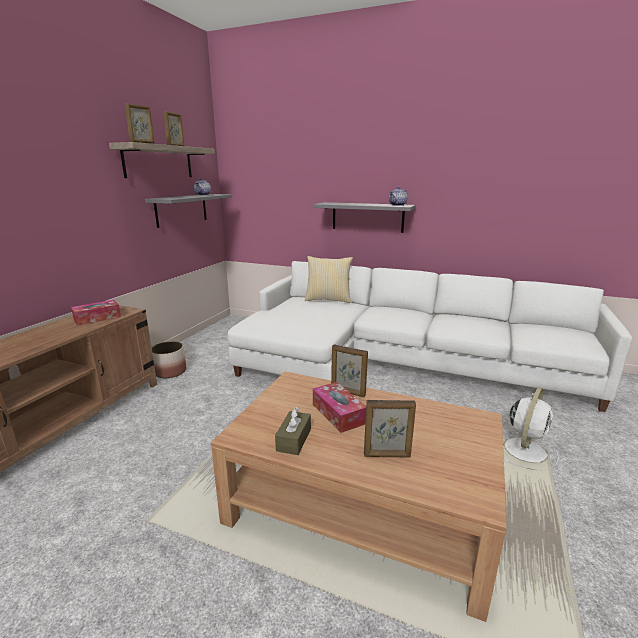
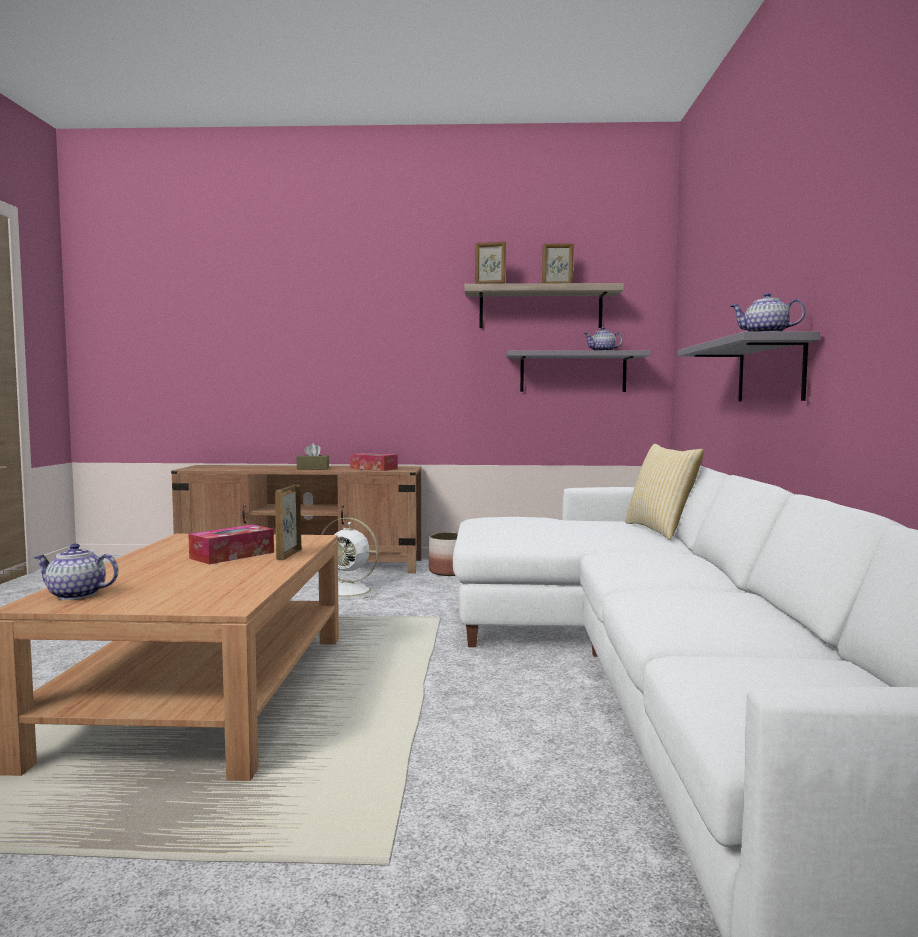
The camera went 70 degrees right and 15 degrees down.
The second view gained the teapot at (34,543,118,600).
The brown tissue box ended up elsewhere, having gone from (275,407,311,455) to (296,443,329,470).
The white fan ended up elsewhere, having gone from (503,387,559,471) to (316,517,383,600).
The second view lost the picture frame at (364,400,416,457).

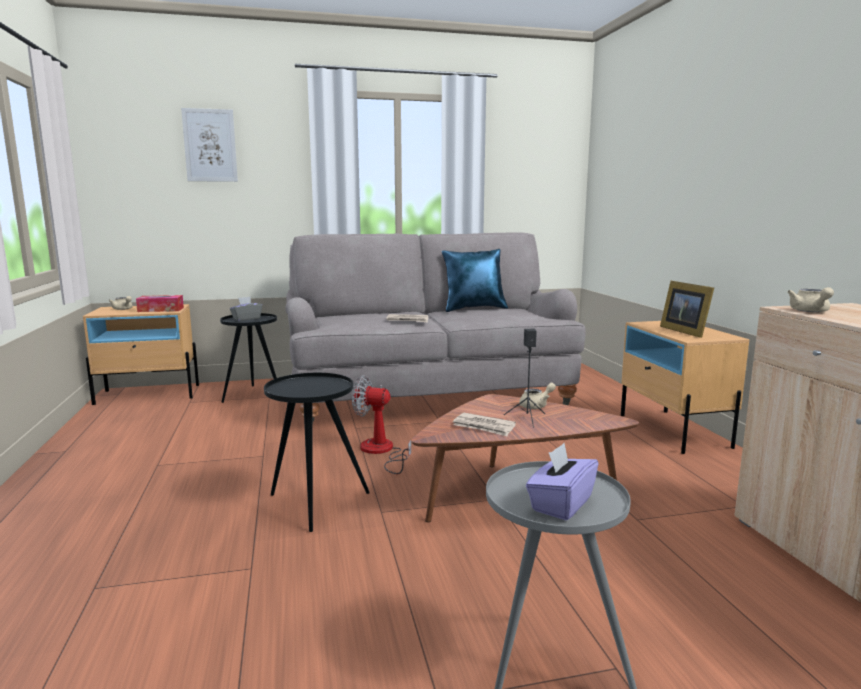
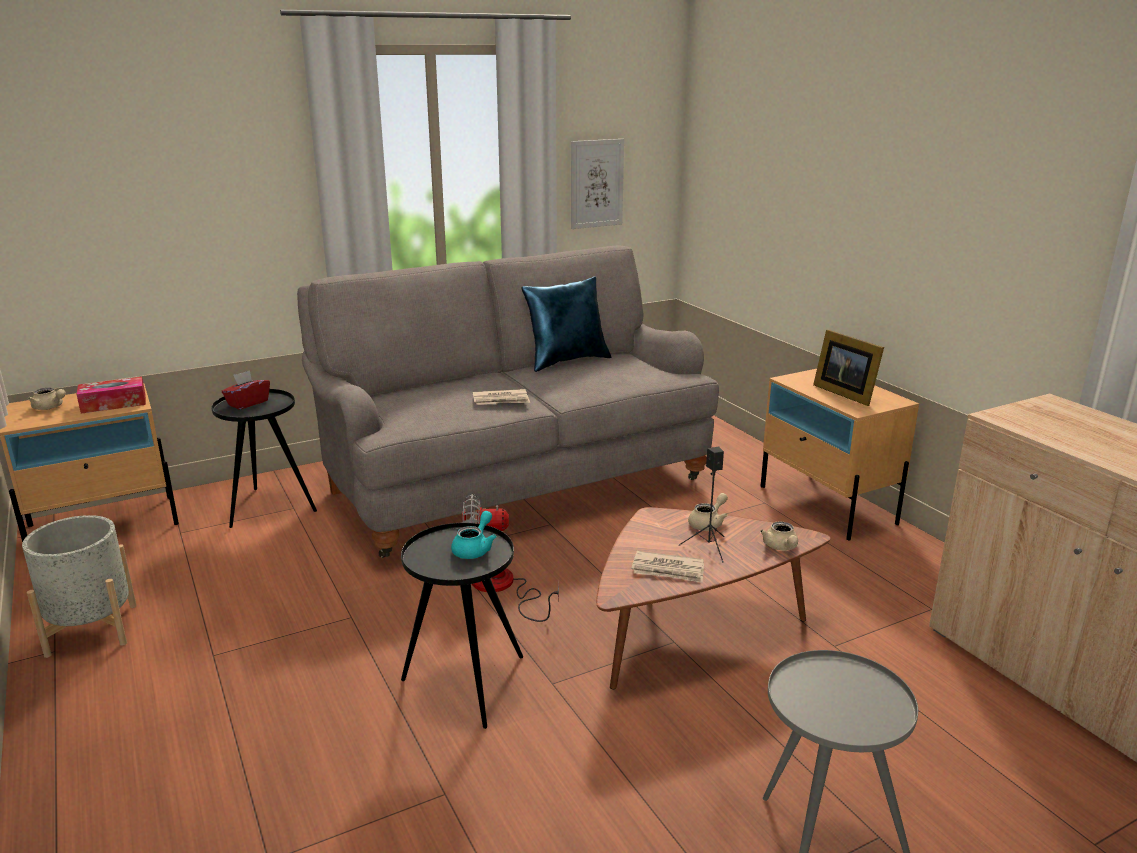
The camera went 15 degrees left and 10 degrees up.
The second view gained the grey planter at (22,515,137,658).
What was the grey tissue box at (230,297,262,321) turned into the red tissue box at (222,370,270,410).
The second view gained the turquoise teapot at (451,511,496,559).
The picture ended up elsewhere, having gone from (181,108,238,182) to (571,139,624,229).
The beige teapot ended up elsewhere, having gone from (787,287,834,312) to (760,521,798,550).
The second view lost the purple tissue box at (526,443,598,520).

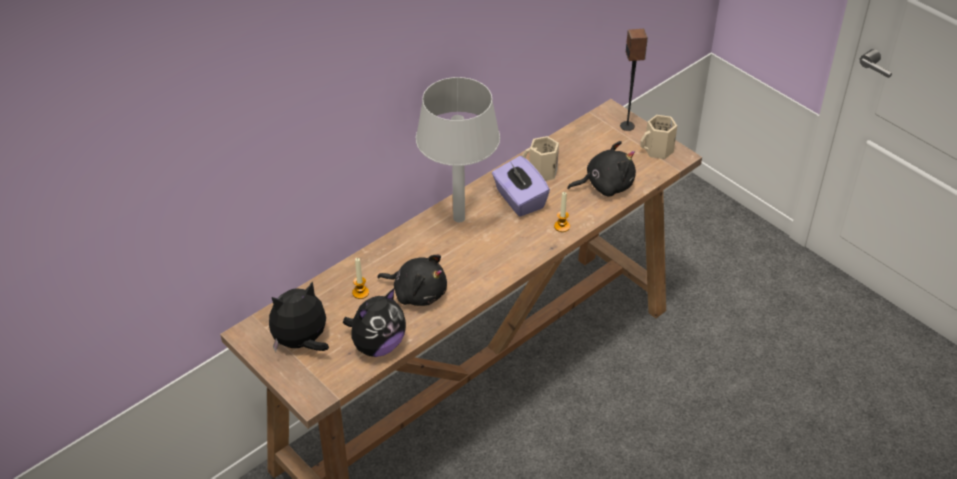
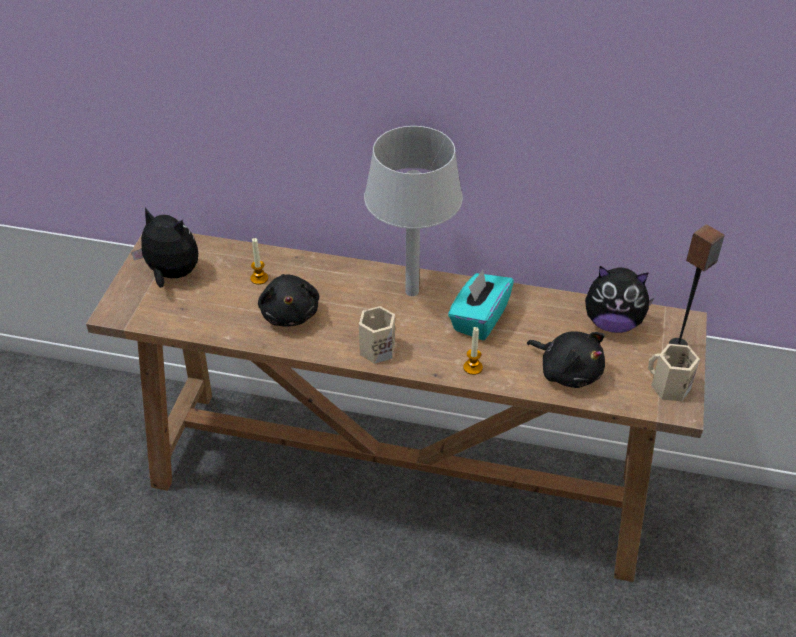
The camera went 55 degrees right and 0 degrees up.
The beige mug ended up elsewhere, having gone from (522,136,559,181) to (359,306,395,364).
What was the purple tissue box at (492,156,550,217) turned into the turquoise tissue box at (448,270,514,340).
The plush toy ended up elsewhere, having gone from (343,288,406,357) to (585,266,654,333).

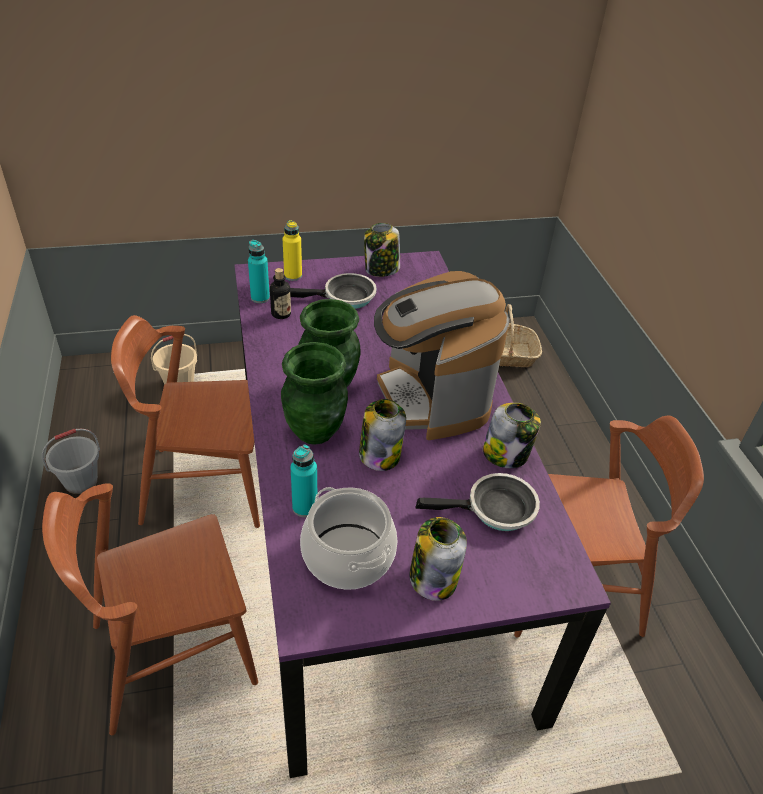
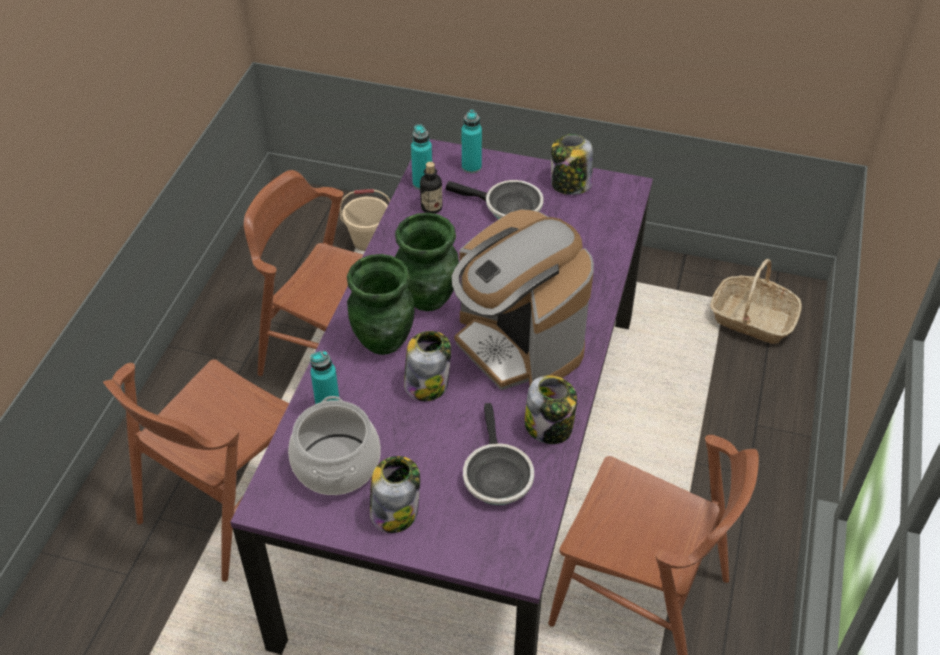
The camera went 30 degrees right and 5 degrees up.
The brown chair at (42,483,258,735) ended up facing another way, 60 degrees counterclockwise from before.
The coffee machine at (374,271,509,440) ended up facing another way, 45 degrees counterclockwise from before.
What was the yellow bottle at (283,220,302,281) turned into the turquoise bottle at (462,110,482,173).
The frying pan at (415,473,540,531) ended up facing another way, 60 degrees clockwise from before.
The second view lost the grey bucket at (42,429,100,494).

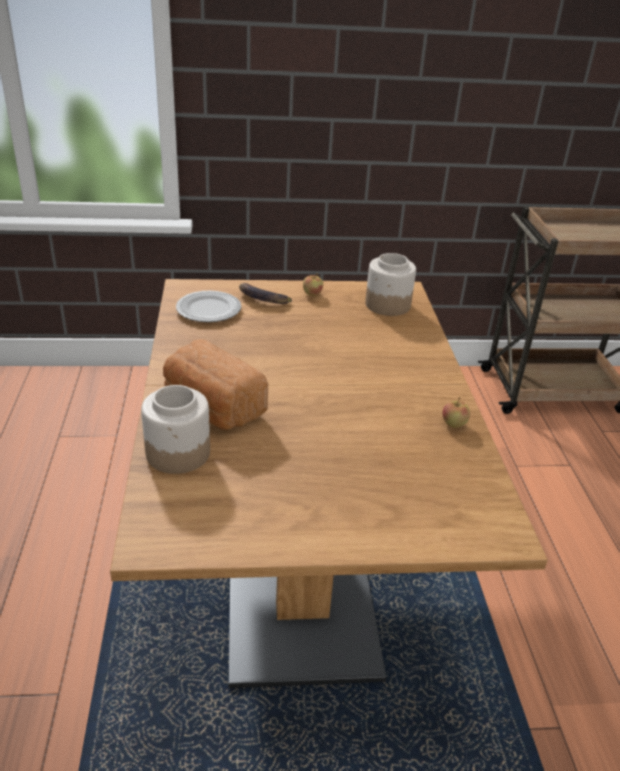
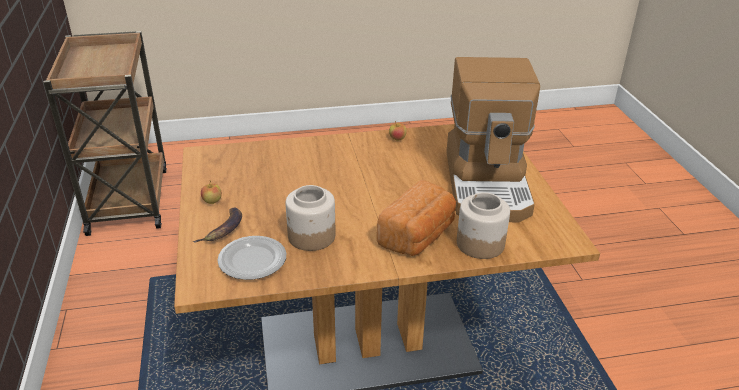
The camera went 95 degrees left and 0 degrees up.
The jar ended up elsewhere, having gone from (365,253,416,316) to (285,185,336,251).
The second view gained the coffee machine at (446,57,540,222).

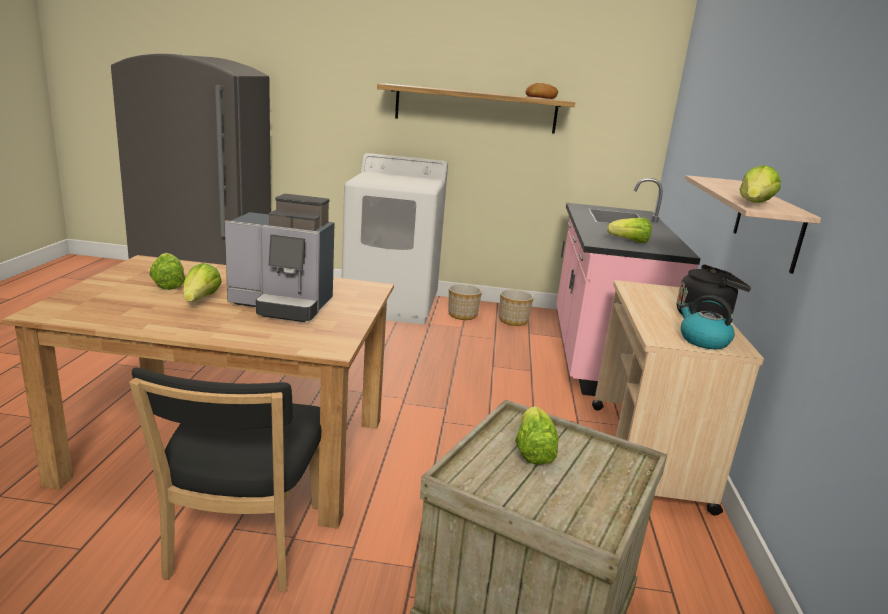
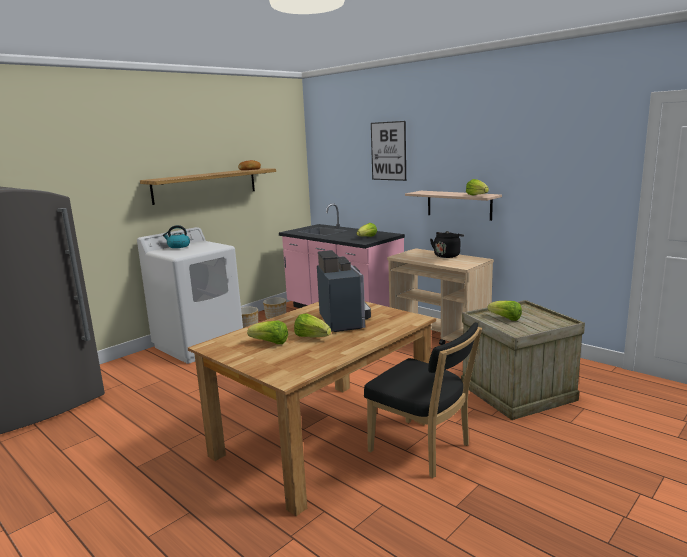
The camera went 50 degrees left and 5 degrees down.
The kettle ended up elsewhere, having gone from (679,295,734,349) to (163,225,190,248).
The coffee machine at (225,194,335,322) ended up facing another way, 60 degrees counterclockwise from before.
The second view gained the picture at (371,121,406,181).

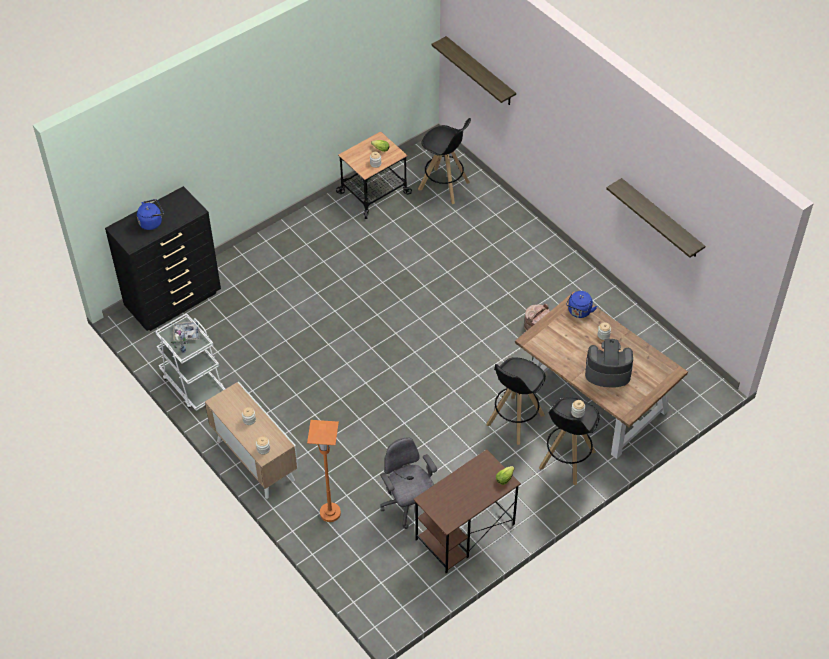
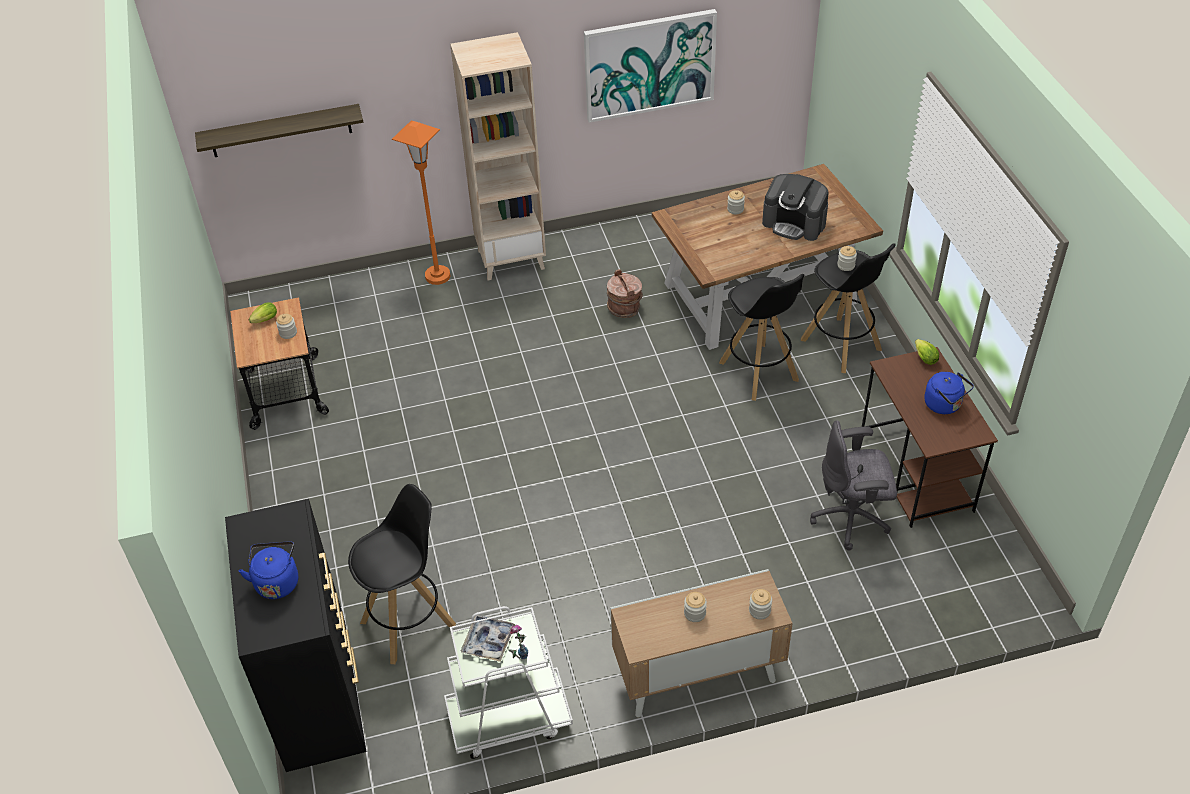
The camera went 65 degrees left and 5 degrees down.
The black stool ended up elsewhere, having gone from (418,118,471,204) to (348,484,456,664).
The orange floor lamp ended up elsewhere, having gone from (307,420,341,522) to (392,121,450,285).
The second view gained the beige bookcase at (450,32,546,280).
Where the shelf hung at (606,178,705,258), the picture came to hang at (584,9,717,123).
The coffee machine at (585,339,633,388) ended up facing another way, 90 degrees counterclockwise from before.
The blue kettle ended up elsewhere, having gone from (566,291,597,318) to (924,372,974,414).

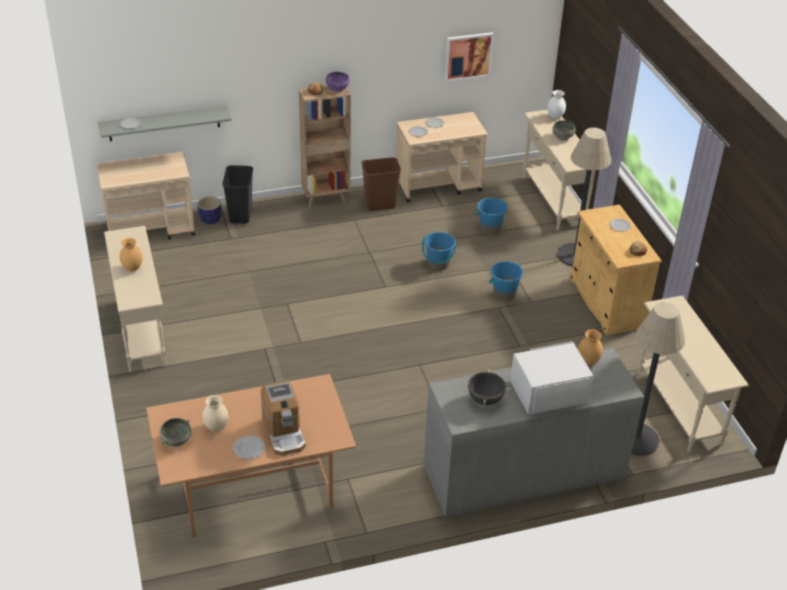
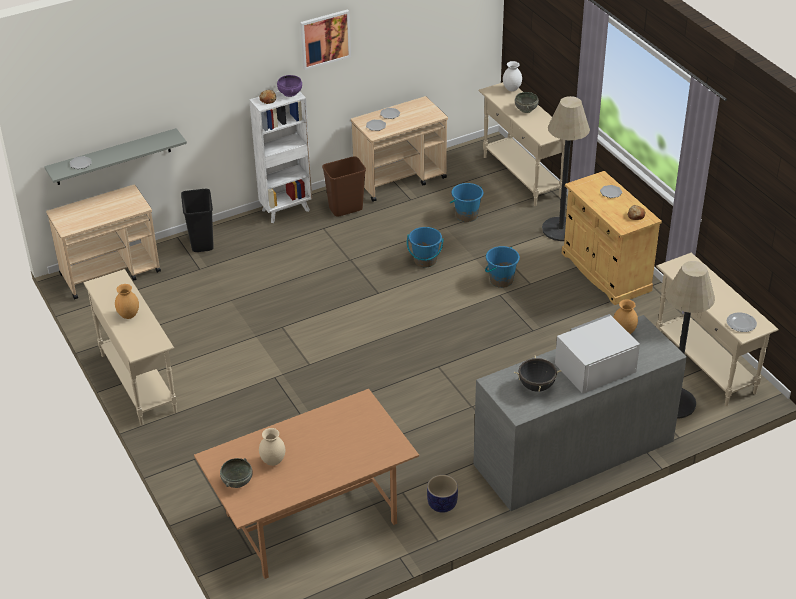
The camera went 10 degrees left and 0 degrees up.
What was the brown bookcase at (299,85,351,208) turned into the white bookcase at (249,91,312,223).
The picture ended up elsewhere, having gone from (445,32,494,82) to (300,9,351,70).
The planter ended up elsewhere, having gone from (197,196,222,224) to (427,475,458,513).
The plate ended up elsewhere, having gone from (233,435,265,459) to (727,312,757,332).
The second view lost the coffee machine at (261,380,306,456).

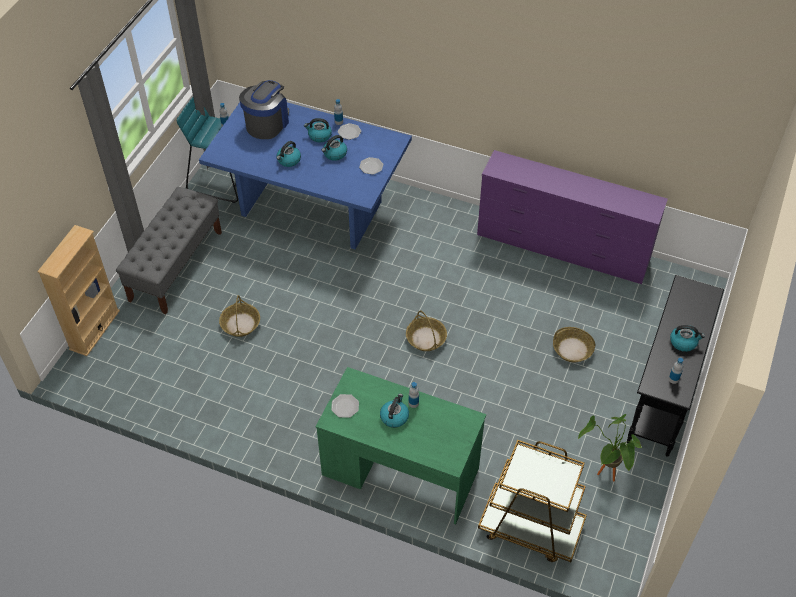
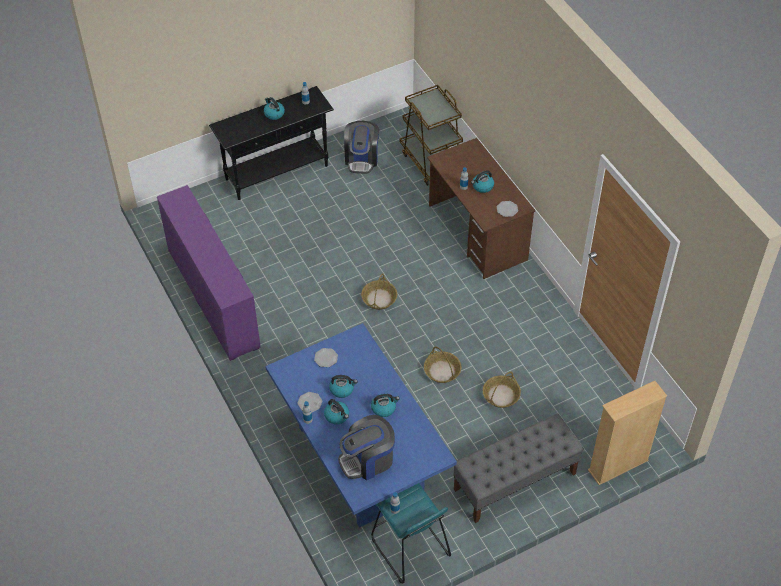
The camera went 140 degrees left and 0 degrees up.
Where the potted plant stood at (578,414,642,481), the coffee machine came to stand at (344,121,379,174).
The basket ended up elsewhere, having gone from (553,327,595,363) to (424,347,461,383).
What was the green desk at (315,367,486,524) turned into the brown desk at (427,138,535,279).

